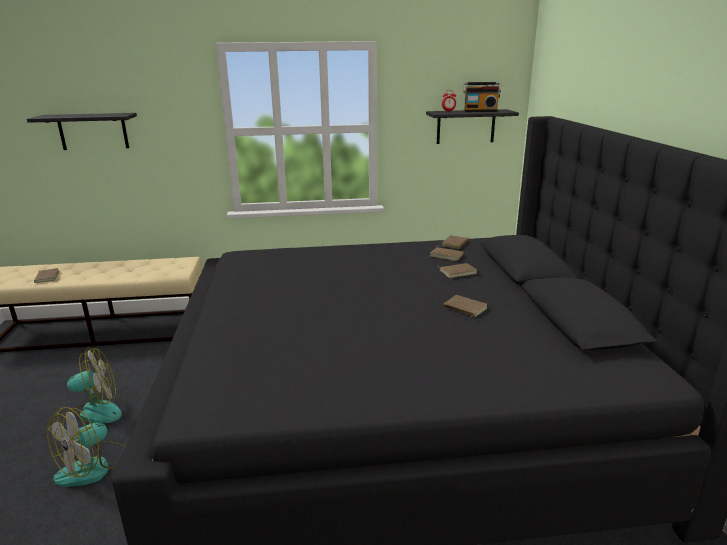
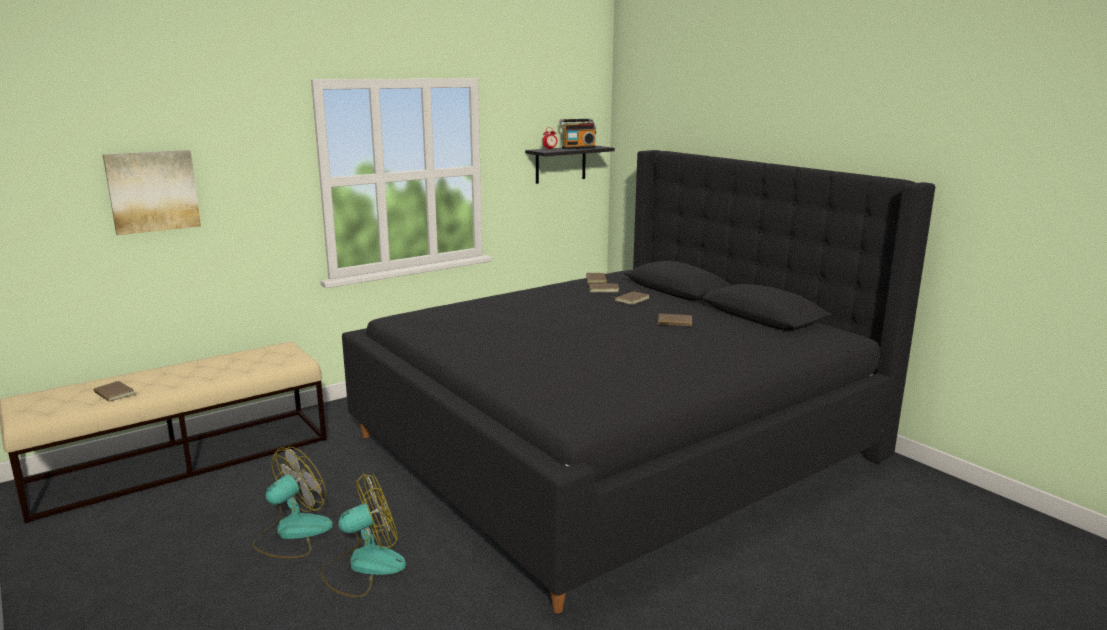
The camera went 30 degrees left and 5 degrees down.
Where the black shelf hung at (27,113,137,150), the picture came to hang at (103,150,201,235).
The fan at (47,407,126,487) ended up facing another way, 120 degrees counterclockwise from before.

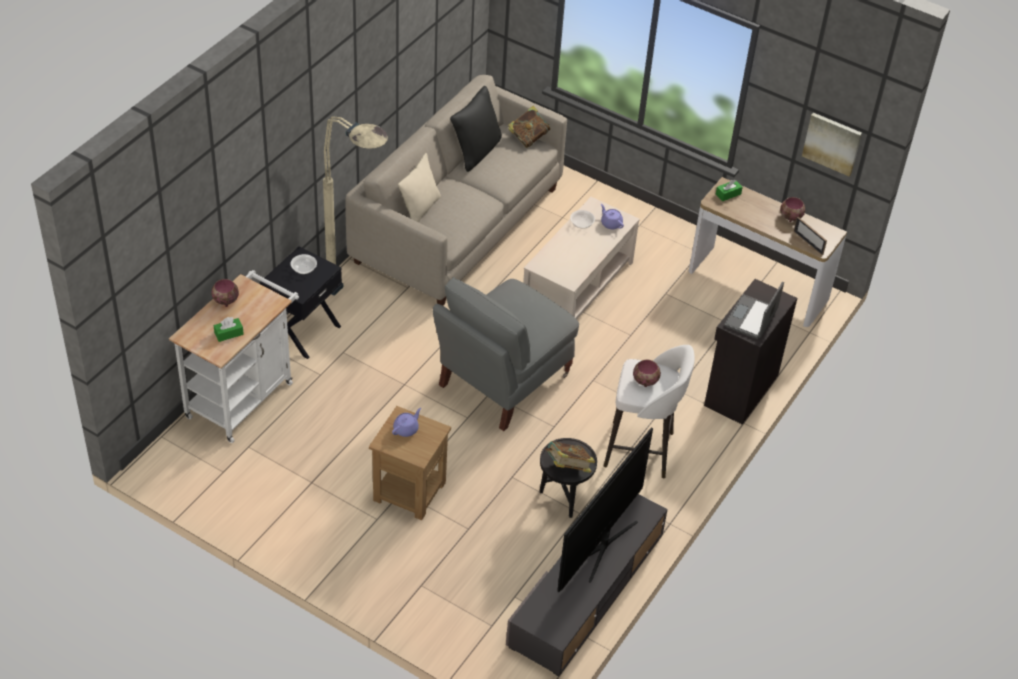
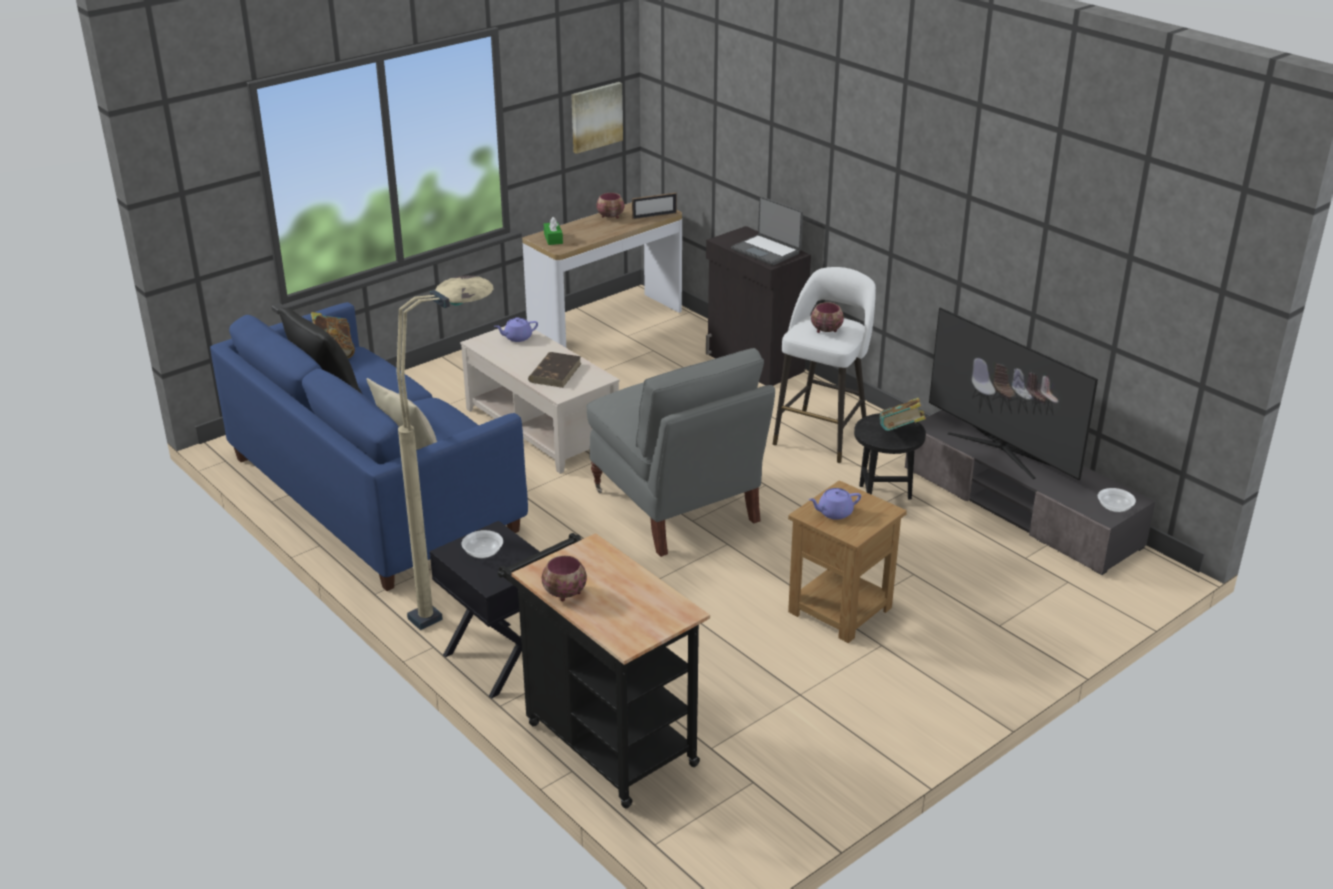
The camera went 70 degrees left and 15 degrees down.
What was the beige sofa at (345,75,567,306) turned into the blue sofa at (210,302,528,591).
What was the white cart at (169,270,299,443) turned into the black cart at (497,533,710,808).
The second view gained the brown book at (528,352,581,388).
The purple teapot at (392,408,421,437) ended up facing another way, 75 degrees counterclockwise from before.
The bowl ended up elsewhere, having gone from (570,210,595,229) to (1098,488,1136,512).
The second view lost the green tissue box at (214,317,244,342).

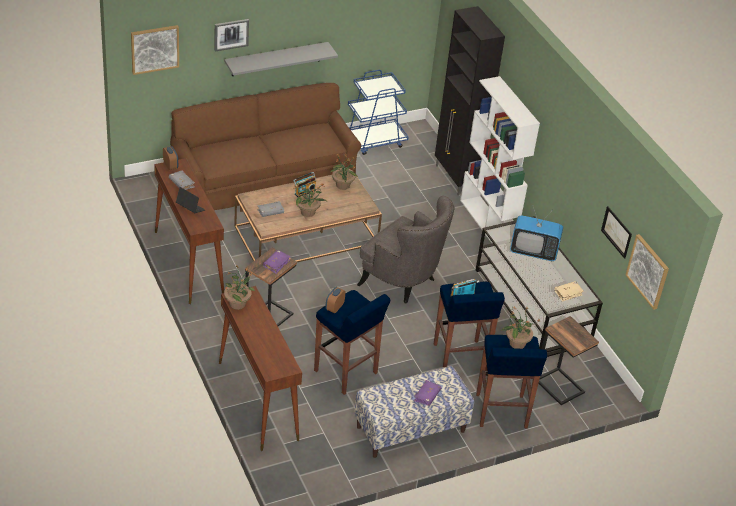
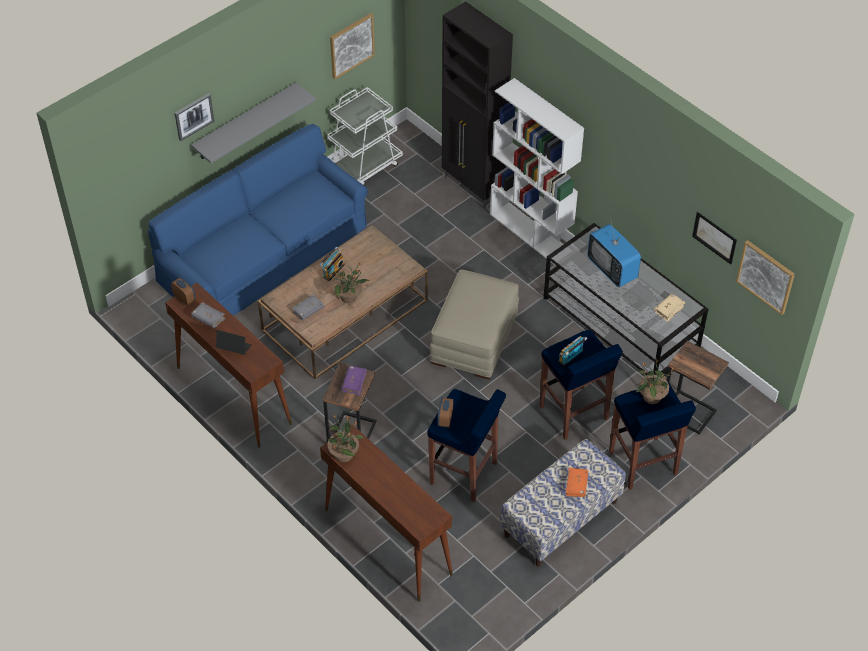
The camera went 15 degrees left and 10 degrees up.
What was the brown sofa at (170,83,361,210) turned into the blue sofa at (148,124,368,315).
What was the blue cart at (348,70,409,155) turned into the white cart at (327,87,403,185).
The picture ended up elsewhere, having gone from (131,25,179,75) to (330,13,375,79).
Where the grey armchair stood at (357,196,455,304), the beige ottoman came to stand at (430,270,519,380).
What was the purple book at (414,380,441,406) turned into the orange book at (566,468,589,497).
The television at (510,207,563,261) ended up facing another way, 60 degrees clockwise from before.
The second view lost the potted plant at (330,153,358,190).

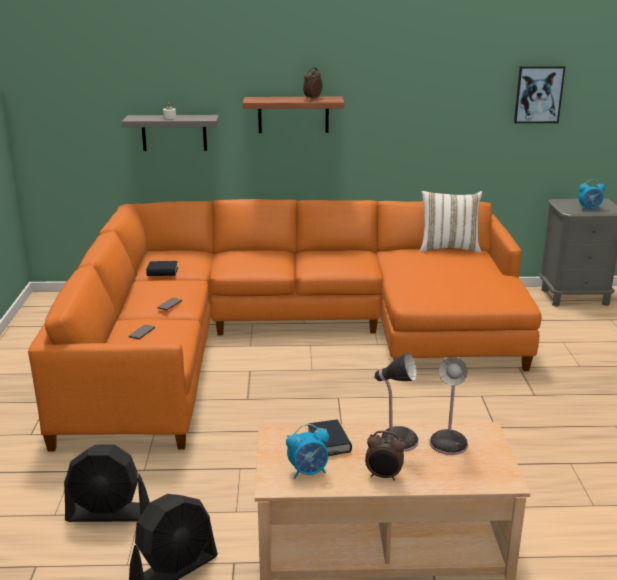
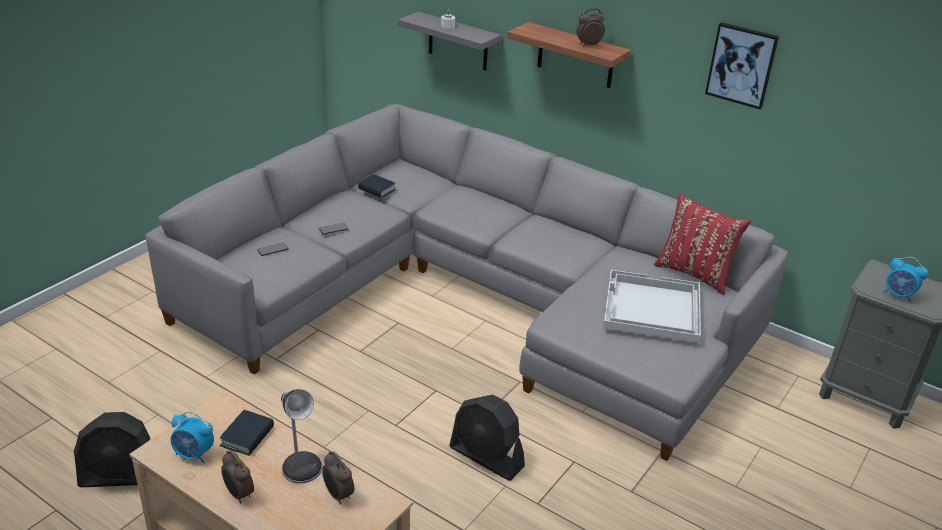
The camera went 35 degrees right and 10 degrees up.
What was the orange sofa at (28,199,542,452) turned into the grey sofa at (145,104,788,461).
Where the table lamp stood at (430,357,468,455), the alarm clock came to stand at (322,451,354,505).
The black fan ended up elsewhere, having gone from (64,445,150,522) to (449,395,525,481).
The second view gained the white tray at (603,270,701,343).
What was the white pillow at (420,191,482,253) turned into the red pillow at (654,194,751,295).
The picture ended up elsewhere, having gone from (514,66,565,123) to (705,22,779,109).

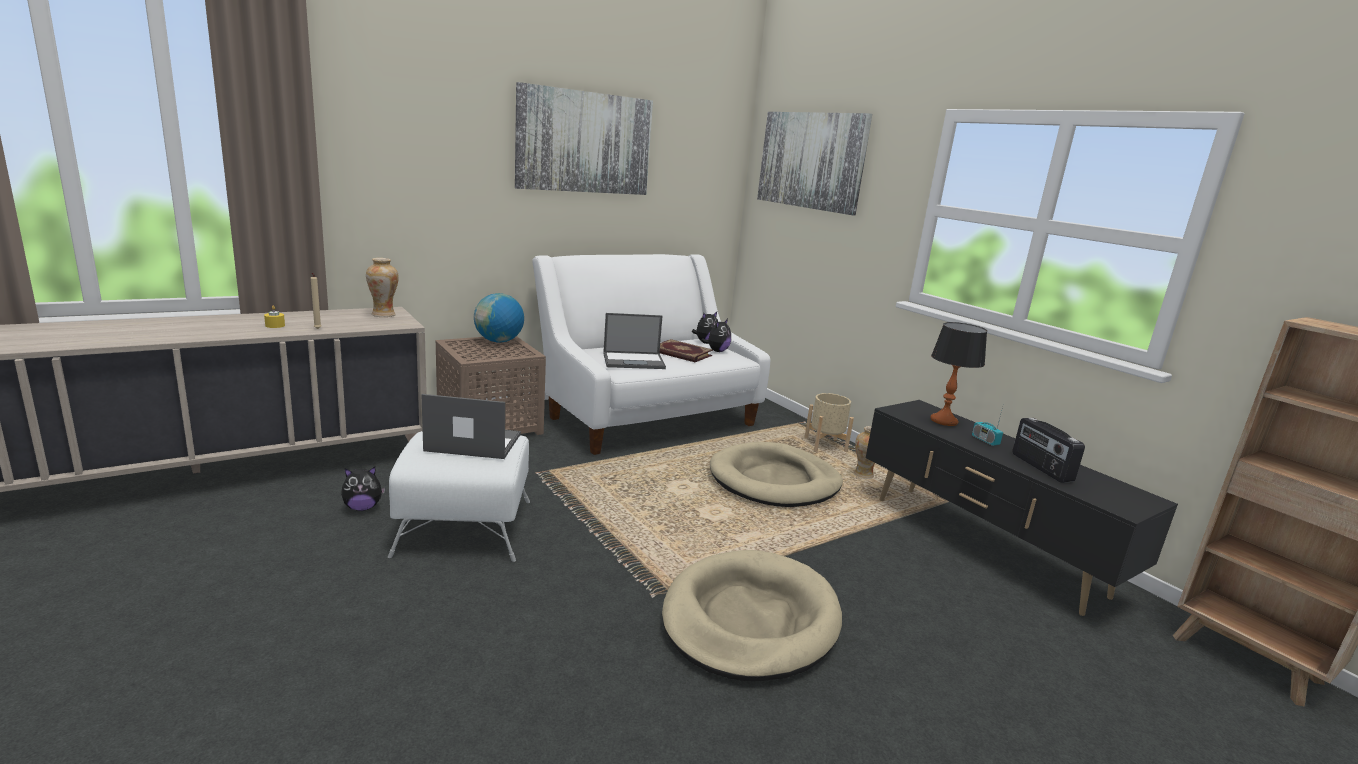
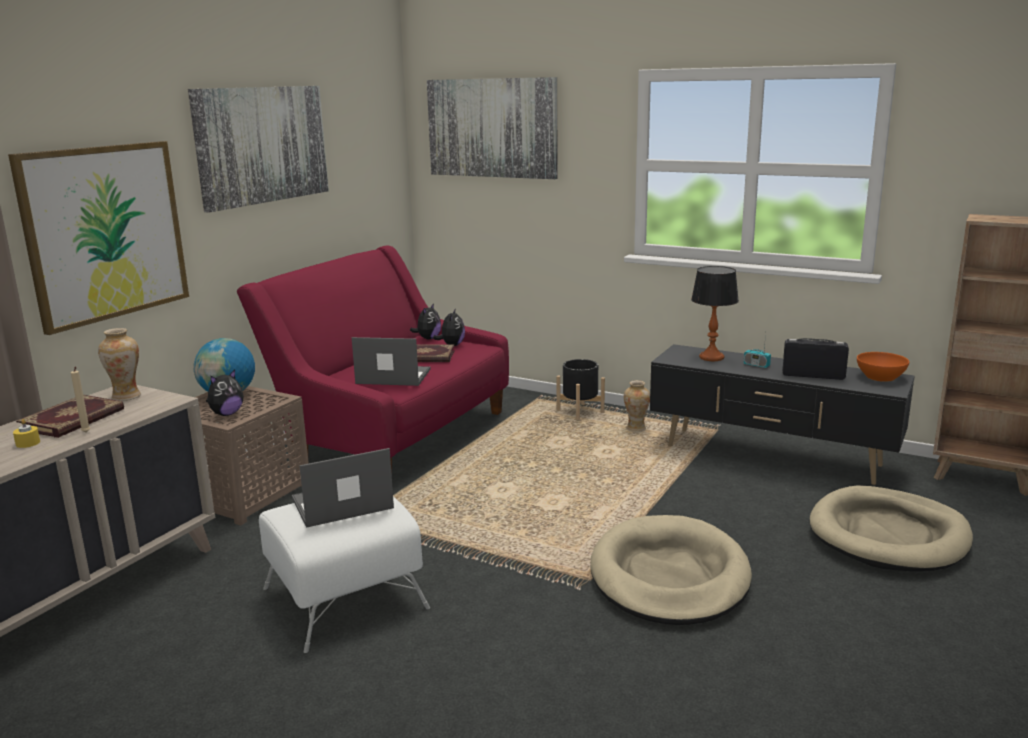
The camera went 25 degrees left and 0 degrees up.
The second view gained the picture at (8,141,189,335).
The second view gained the book at (16,395,124,438).
The plush toy ended up elsewhere, having gone from (341,467,386,511) to (206,370,244,416).
What was the white sofa at (532,254,770,455) turned into the red sofa at (237,246,509,474).
The laptop at (603,313,666,369) ended up facing another way, 135 degrees counterclockwise from before.
What was the beige planter at (804,393,854,452) turned into the black planter at (556,359,605,420).
The radio at (1012,418,1085,483) ended up facing another way, 150 degrees clockwise from before.
The beige dog bed ended up elsewhere, having gone from (710,442,843,507) to (809,485,973,572).
The second view gained the orange bowl at (857,352,909,382).

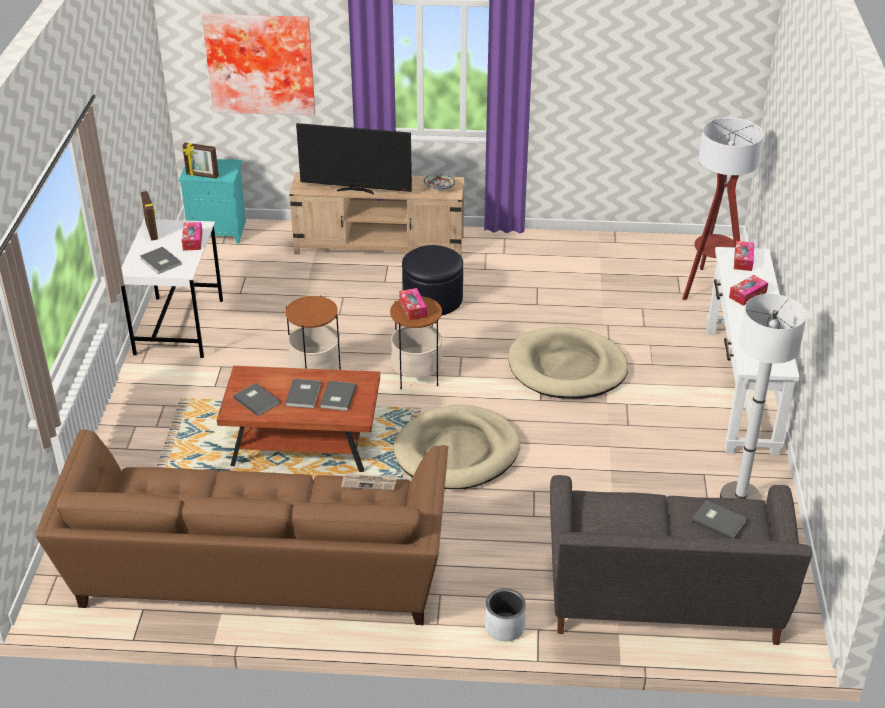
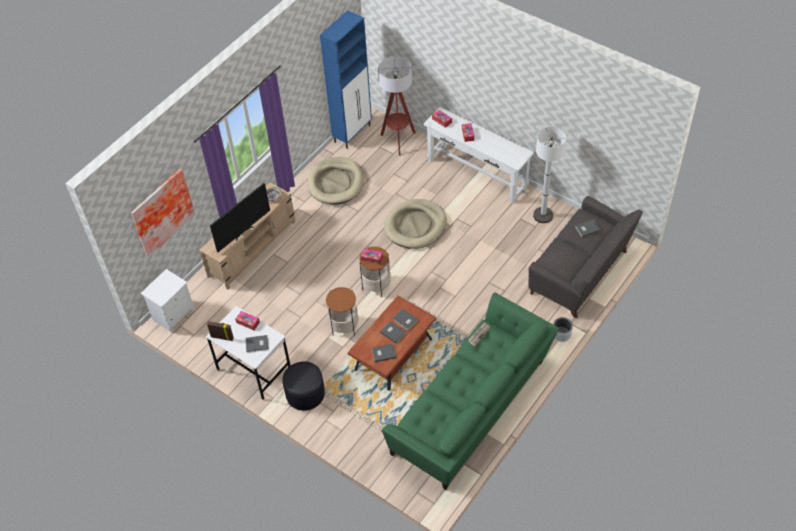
The camera went 55 degrees left and 15 degrees up.
What was the turquoise nightstand at (179,159,246,243) turned into the white nightstand at (141,269,195,333).
The black ottoman ended up elsewhere, having gone from (402,245,463,316) to (282,361,325,411).
The beige dog bed ended up elsewhere, having gone from (393,405,521,489) to (308,157,364,204).
The second view gained the blue cabinet at (320,10,372,149).
What was the brown sofa at (35,429,448,625) turned into the green sofa at (382,292,559,490).
The second view lost the picture frame at (182,143,219,179).

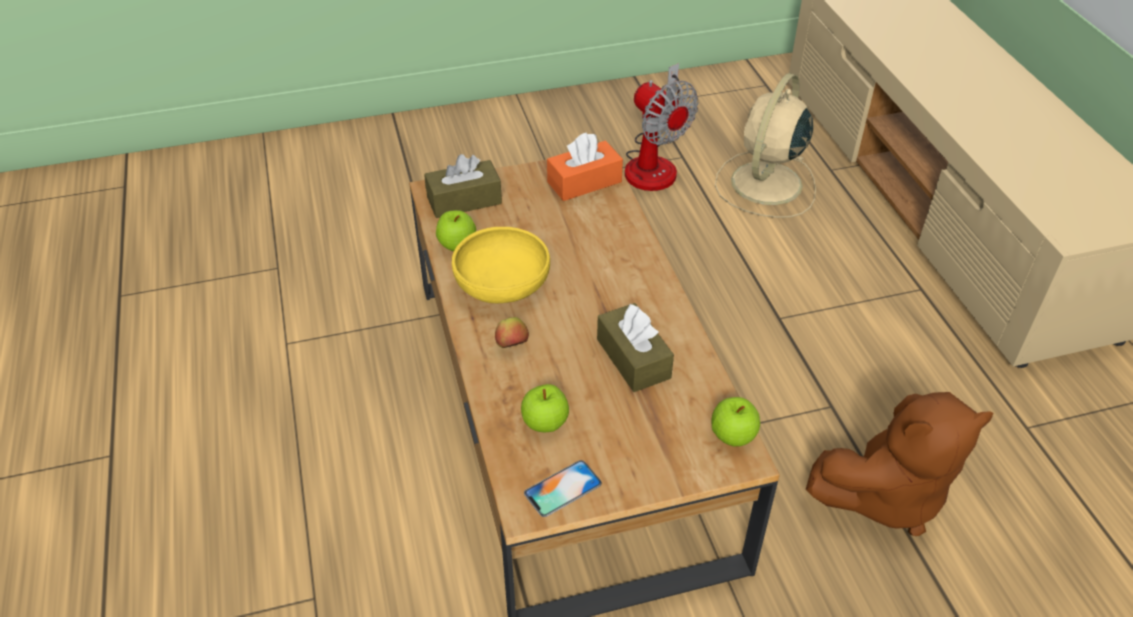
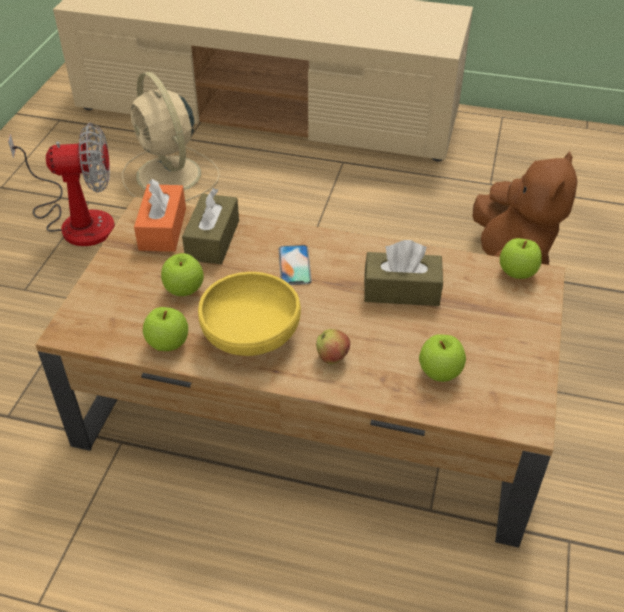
The camera went 60 degrees left and 0 degrees up.
The second view gained the apple at (161,253,204,296).
The brown tissue box ended up elsewhere, having gone from (424,154,502,218) to (182,188,239,264).
The phone ended up elsewhere, having gone from (524,460,602,517) to (278,245,312,285).

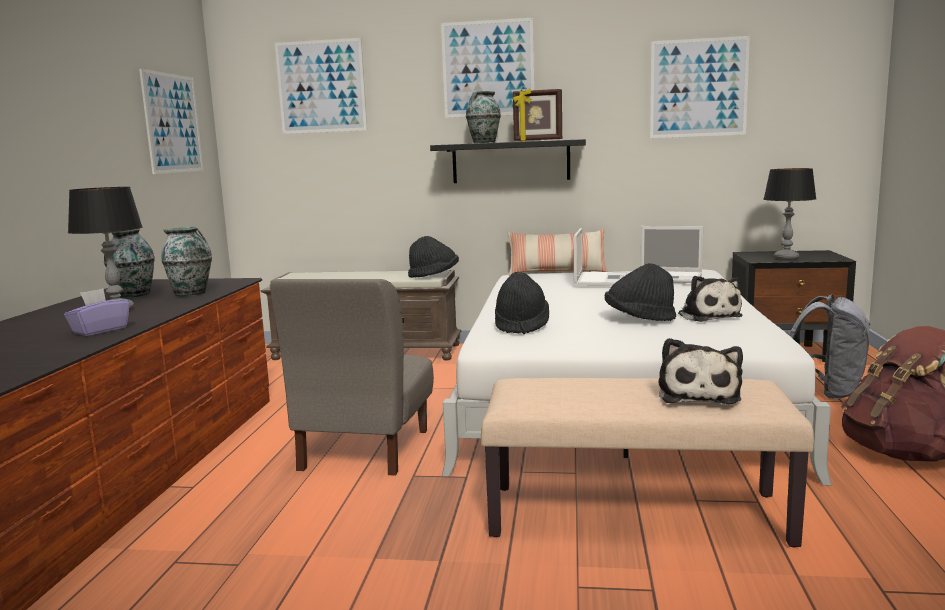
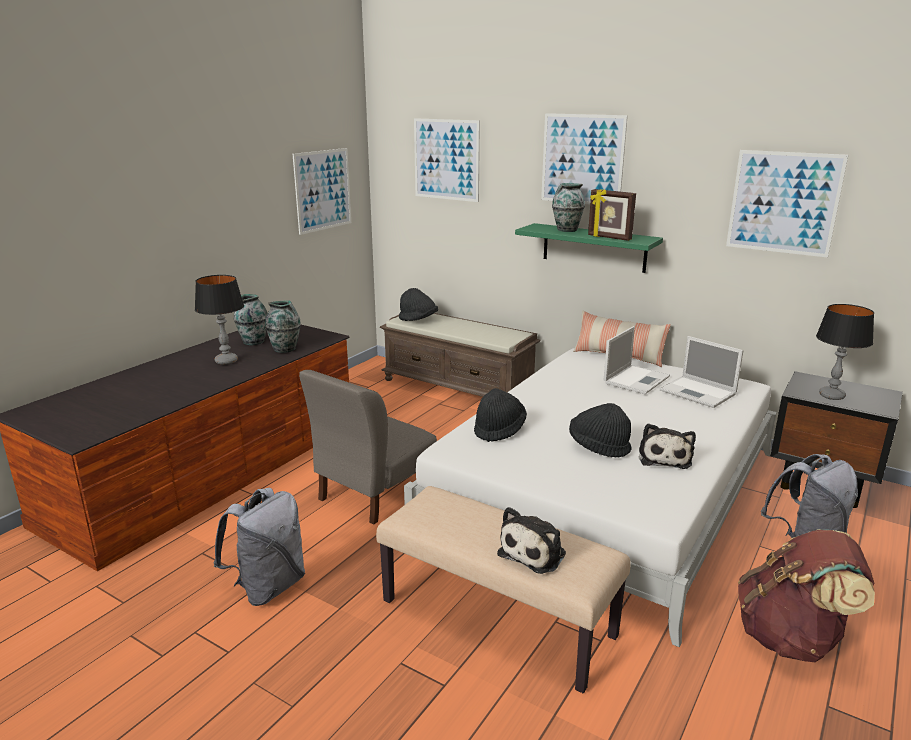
The camera went 25 degrees right and 10 degrees up.
The second view gained the grey backpack at (213,488,305,606).
The black hat ended up elsewhere, having gone from (408,236,459,278) to (399,288,438,321).
What was the black shelf at (430,139,586,183) turned into the green shelf at (515,223,663,273).
The second view lost the purple tissue box at (64,288,130,336).

